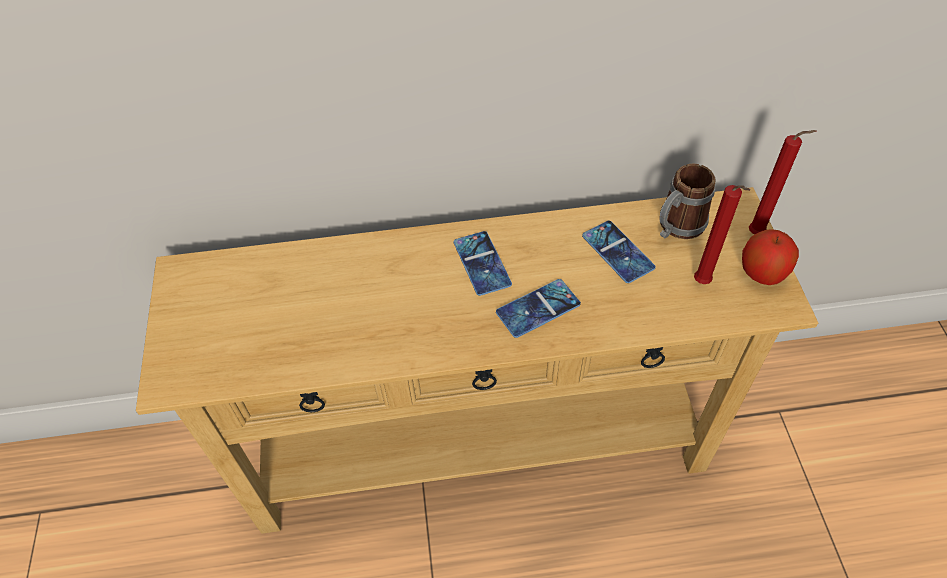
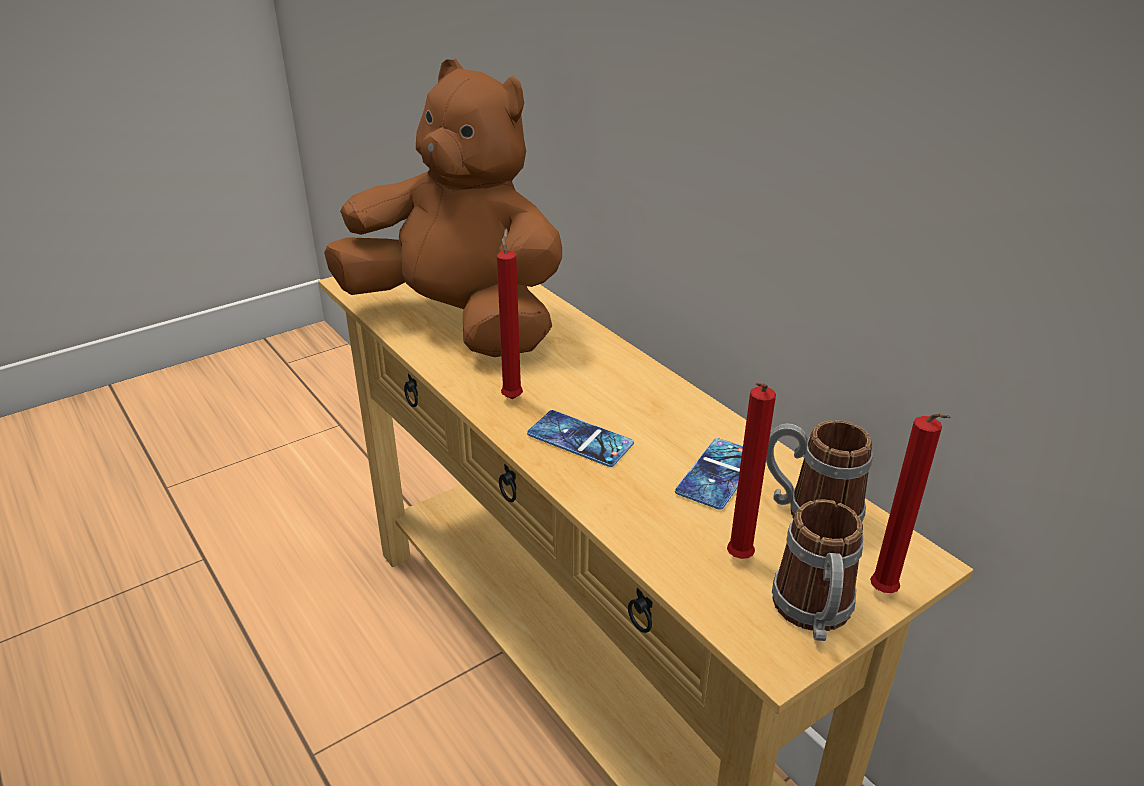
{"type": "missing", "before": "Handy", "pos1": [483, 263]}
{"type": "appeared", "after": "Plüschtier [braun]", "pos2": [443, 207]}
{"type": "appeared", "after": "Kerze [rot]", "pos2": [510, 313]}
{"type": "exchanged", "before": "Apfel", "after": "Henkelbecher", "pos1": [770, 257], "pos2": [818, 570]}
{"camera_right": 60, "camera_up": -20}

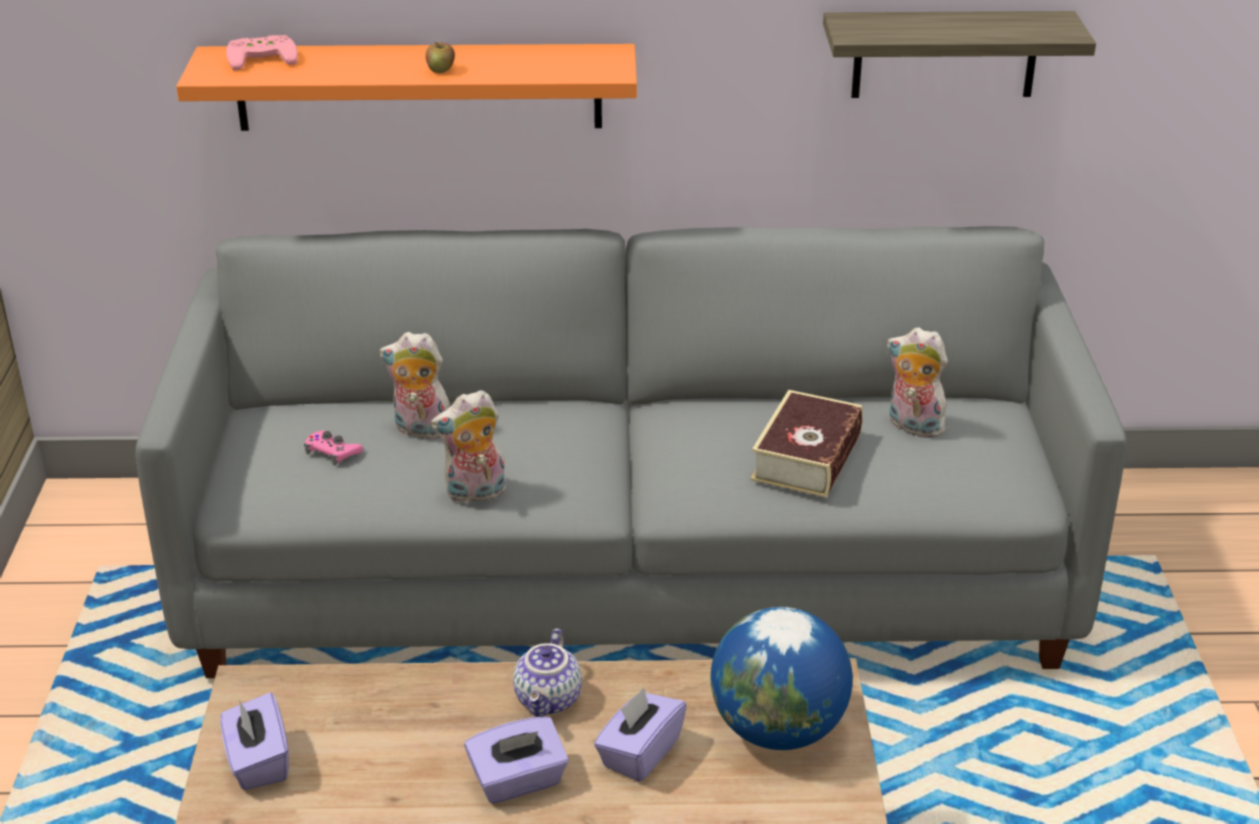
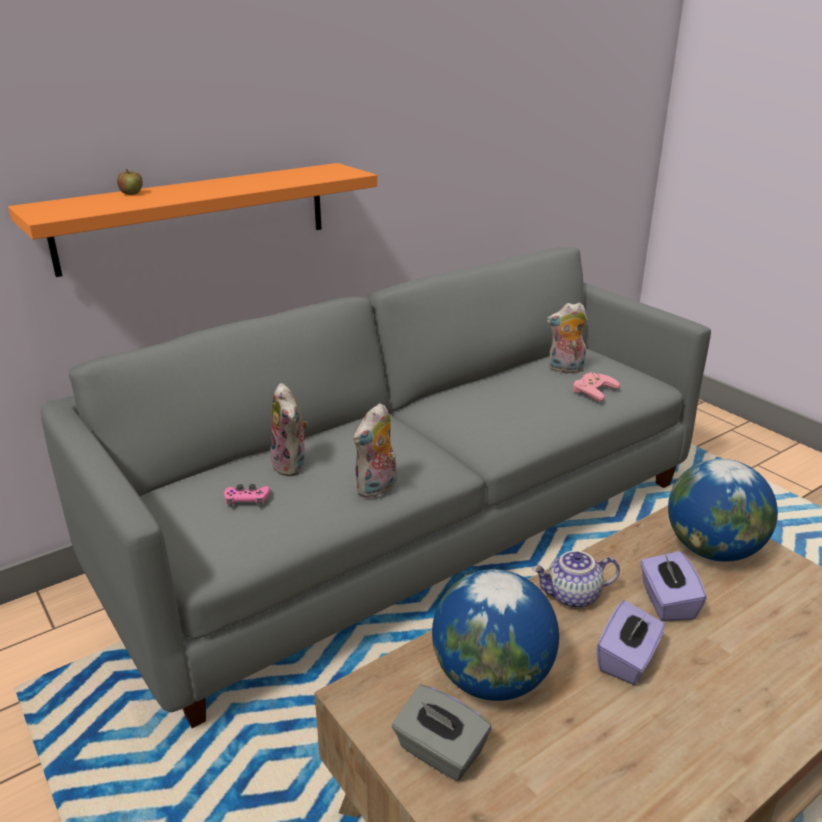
{"type": "missing", "before": "Buch", "pos1": [807, 444]}
{"type": "missing", "before": "Wandregal", "pos1": [959, 54]}
{"type": "appeared", "after": "Globus", "pos2": [495, 635]}
{"type": "relocated", "before": "Gamepad [rosa]", "pos1": [262, 53], "pos2": [596, 387]}
{"type": "relocated", "before": "Apfel", "pos1": [440, 57], "pos2": [130, 182]}
{"type": "colour", "before": "Taschentuchbox [lila]", "after": "Taschentuchbox [grau]", "pos1": [254, 741], "pos2": [441, 733]}
{"type": "spun", "before": "Plüschtier", "pos1": [415, 385], "pos2": [289, 429], "turn": -90}
{"type": "spun", "before": "Teekanne", "pos1": [547, 672], "pos2": [576, 579], "turn": 105}
{"camera_right": -35, "camera_up": -5}

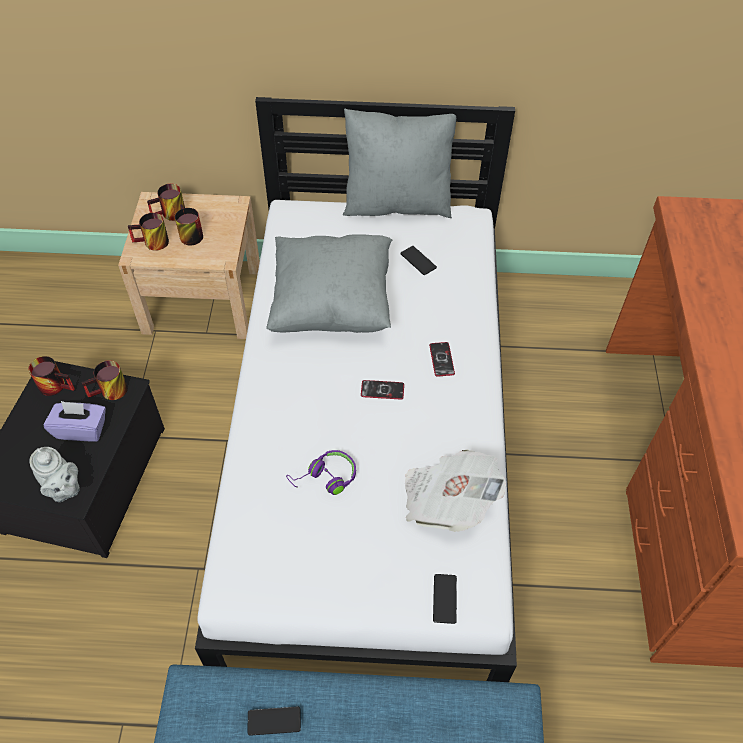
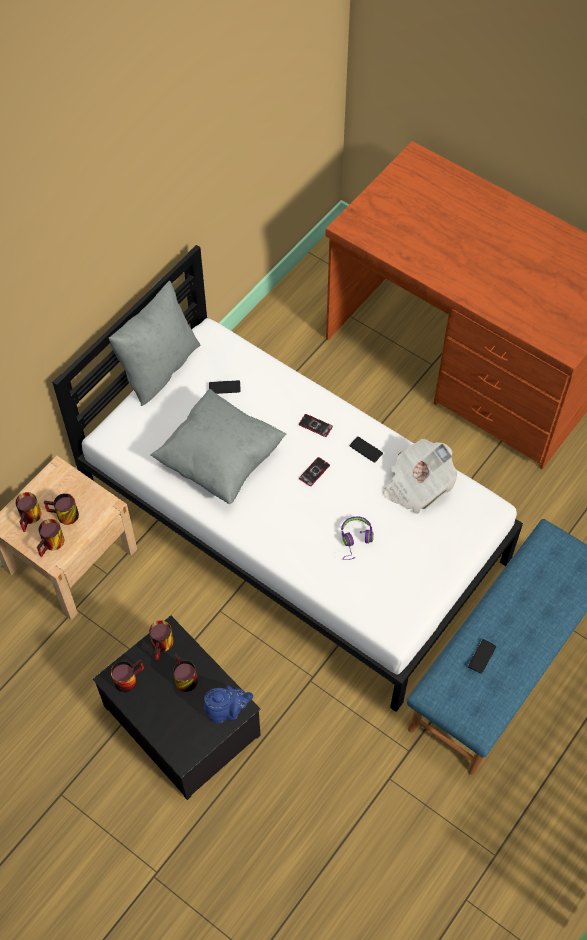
{"type": "relocated", "before": "Handy", "pos1": [445, 599], "pos2": [366, 450]}
{"type": "exchanged", "before": "Taschentuchbox [lila]", "after": "Henkelbecher", "pos1": [74, 421], "pos2": [185, 672]}
{"type": "colour", "before": "Teekanne [grau]", "after": "Teekanne [blau]", "pos1": [55, 474], "pos2": [228, 704]}
{"camera_right": -55, "camera_up": 5}

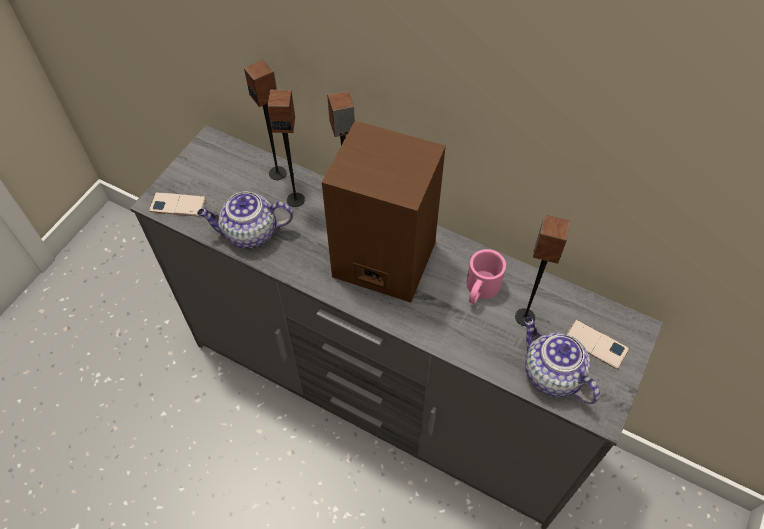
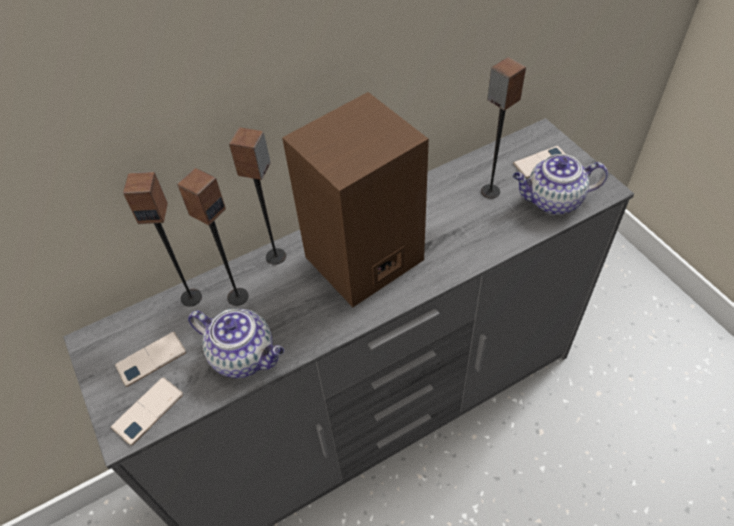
{"type": "missing", "before": "Henkelbecher [rosa]", "pos1": [486, 276]}
{"type": "appeared", "after": "Handy", "pos2": [150, 359]}
{"type": "spun", "before": "Teekanne", "pos1": [245, 220], "pos2": [236, 343], "turn": -90}
{"camera_right": -55, "camera_up": -5}

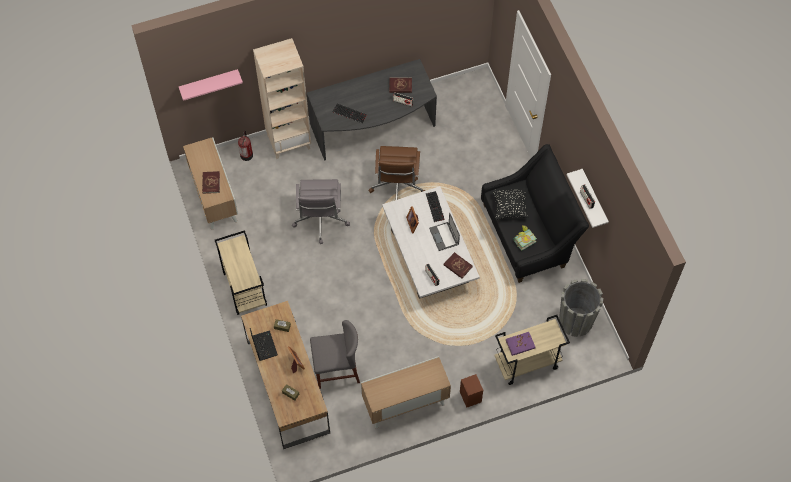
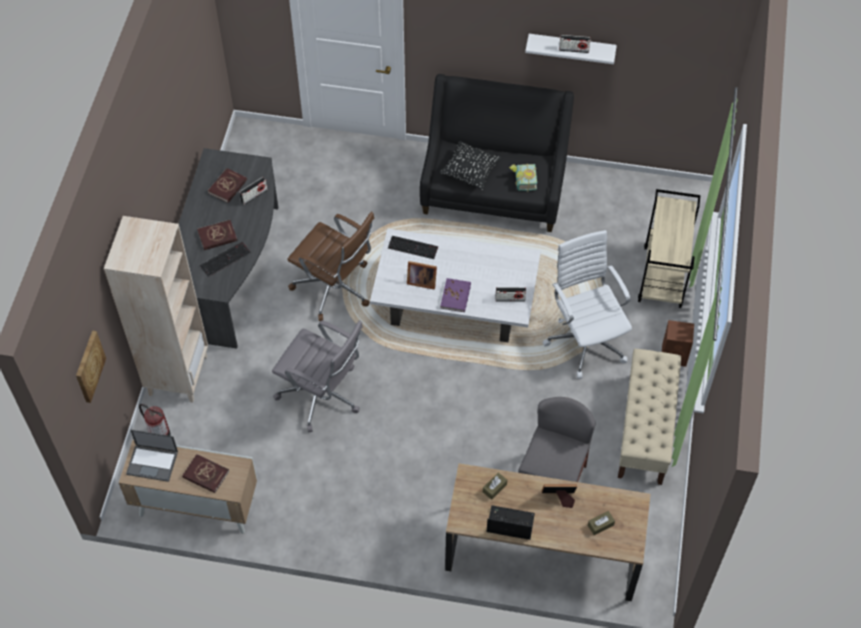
{"type": "missing", "before": "Rollwagen [beige]", "pos1": [241, 272]}
{"type": "missing", "before": "Pflanzkübel [grau]", "pos1": [581, 308]}
{"type": "appeared", "after": "Bürostuhl [weiß]", "pos2": [587, 304]}
{"type": "relocated", "before": "Laptop", "pos1": [444, 231], "pos2": [152, 456]}
{"type": "relocated", "before": "Buch [rot]", "pos1": [458, 265], "pos2": [217, 235]}
{"type": "relocated", "before": "Buch [lila]", "pos1": [521, 344], "pos2": [455, 295]}
{"type": "exchanged", "before": "Wandregal [rosa]", "after": "Bild", "pos1": [211, 85], "pos2": [91, 367]}
{"type": "exchanged", "before": "Schrank", "after": "Bank [beige]", "pos1": [406, 392], "pos2": [649, 417]}
{"camera_right": -60, "camera_up": -5}

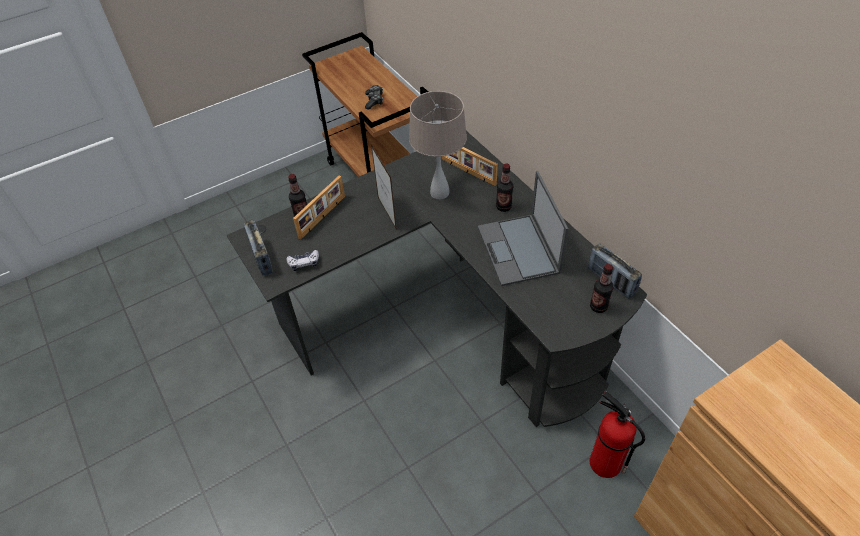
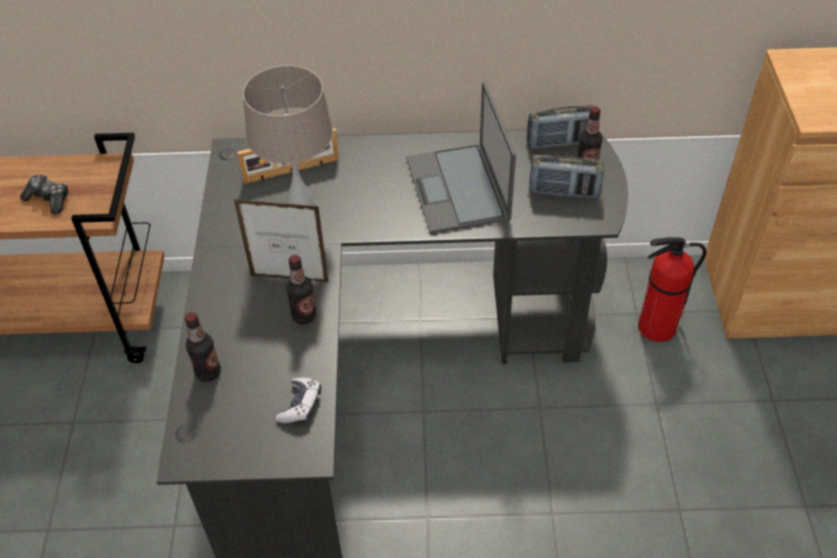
{"type": "missing", "before": "Bilderrahmen", "pos1": [319, 207]}
{"type": "relocated", "before": "Radio", "pos1": [258, 247], "pos2": [567, 177]}
{"type": "relocated", "before": "Flasche", "pos1": [504, 188], "pos2": [301, 289]}
{"type": "spun", "before": "Laptop", "pos1": [523, 228], "pos2": [461, 157], "turn": 60}
{"camera_right": -60, "camera_up": 0}

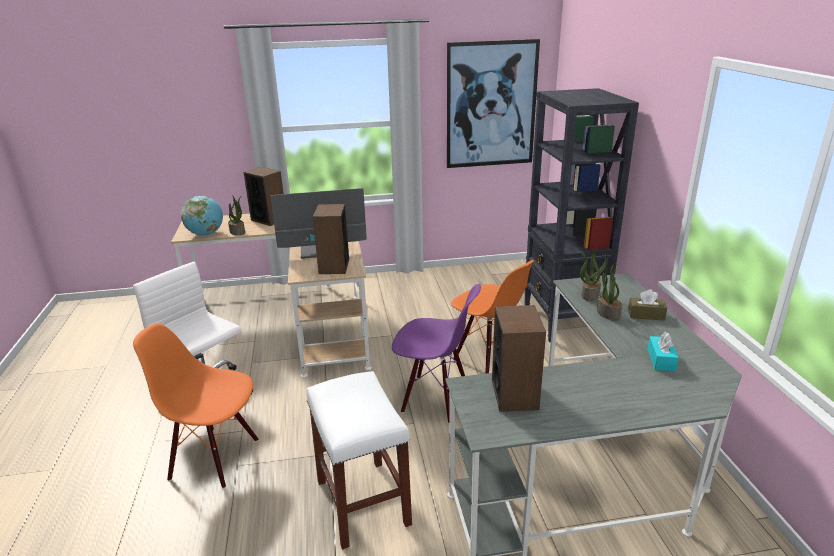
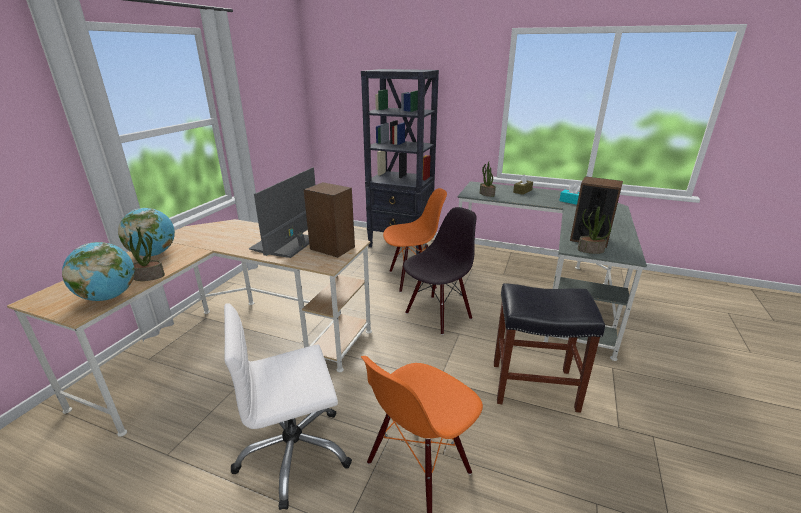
{"type": "missing", "before": "Bild", "pos1": [493, 103]}
{"type": "relocated", "before": "Topfpflanze", "pos1": [609, 293], "pos2": [594, 230]}
{"type": "exchanged", "before": "Lautsprecher", "after": "Globus", "pos1": [264, 196], "pos2": [146, 232]}
{"type": "colour", "before": "Hocker [weiß]", "after": "Hocker [schwarz]", "pos1": [359, 460], "pos2": [549, 348]}
{"type": "colour", "before": "Stuhl [lila]", "after": "Stuhl [schwarz]", "pos1": [436, 353], "pos2": [440, 271]}
{"camera_right": -60, "camera_up": 0}

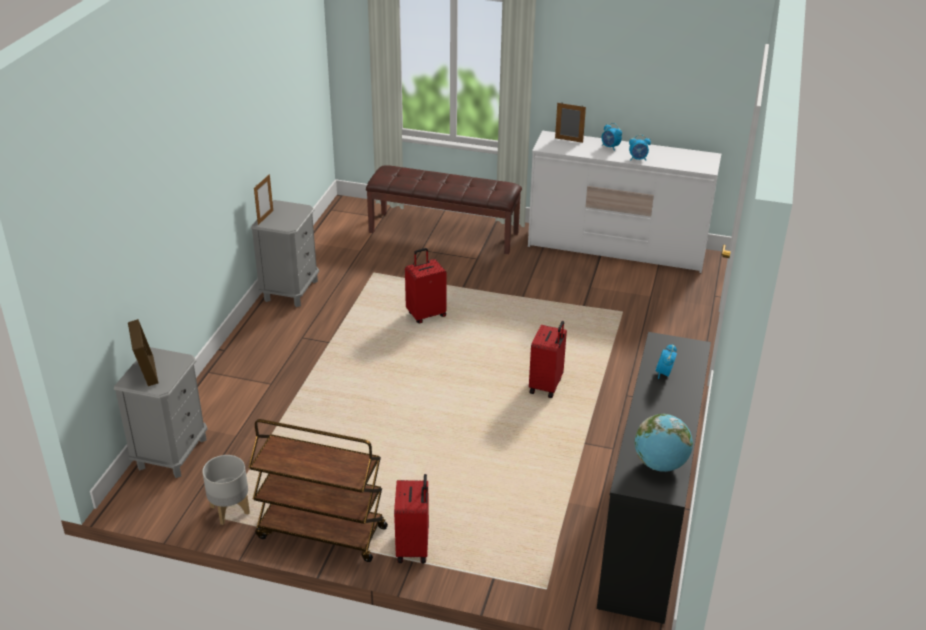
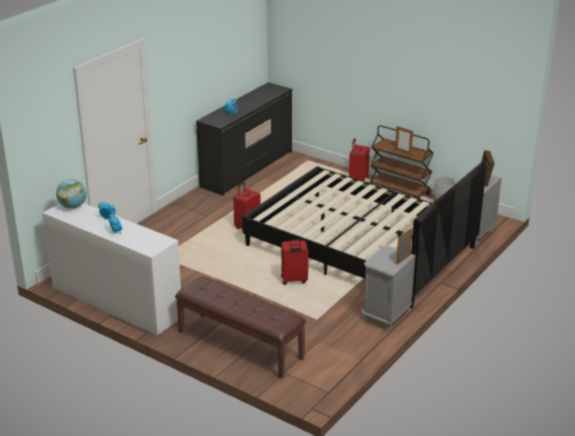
{"type": "appeared", "after": "Bett [schwarz]", "pos2": [364, 235]}
{"type": "relocated", "before": "Bilderrahmen", "pos1": [570, 123], "pos2": [404, 140]}
{"type": "relocated", "before": "Globus", "pos1": [663, 443], "pos2": [71, 194]}
{"camera_right": -160, "camera_up": -5}

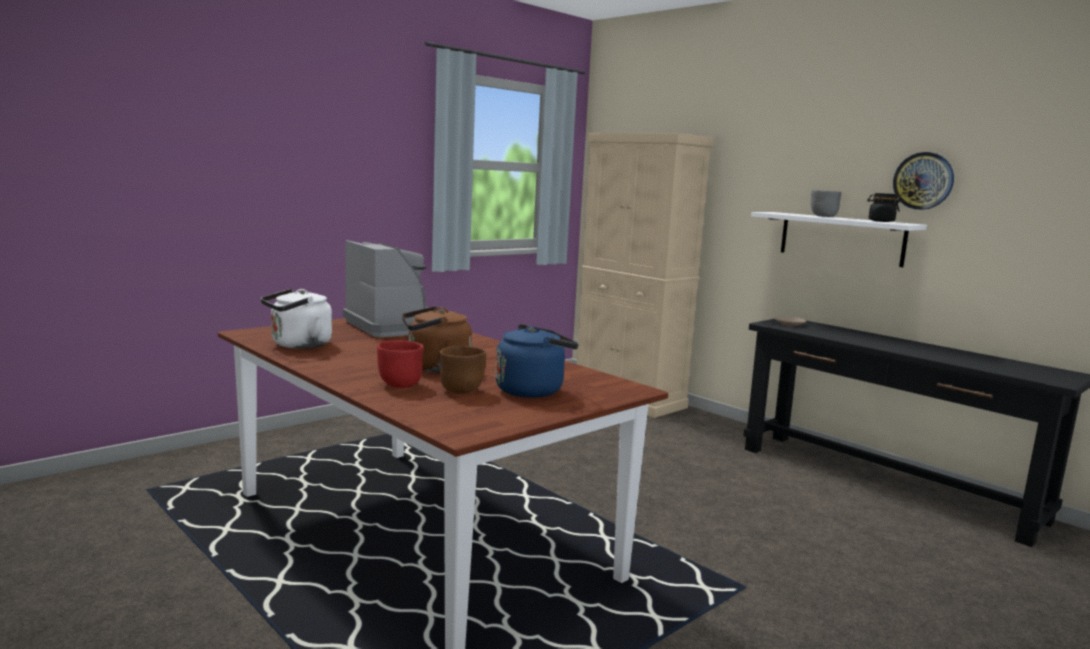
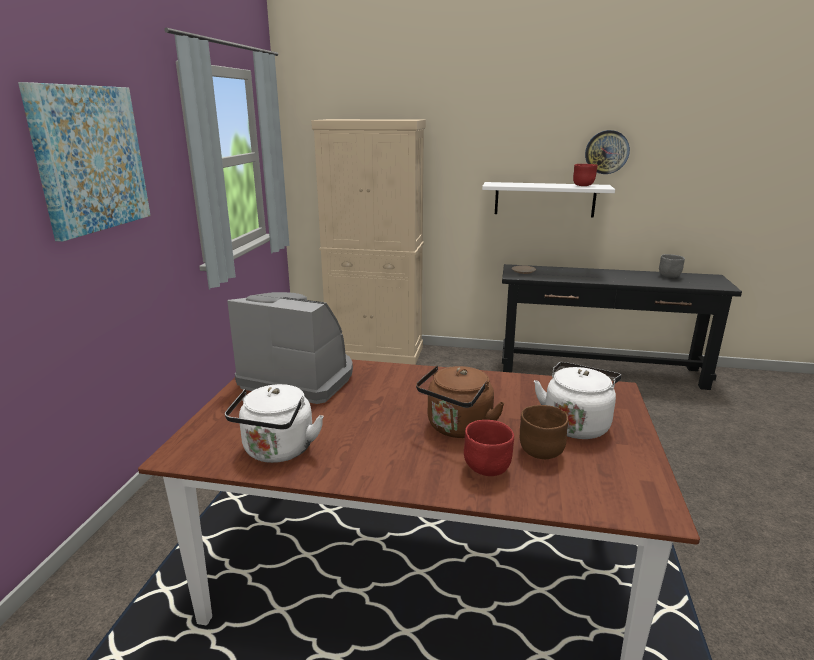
{"type": "appeared", "after": "Bild", "pos2": [84, 162]}
{"type": "relocated", "before": "Schüssel [grau]", "pos1": [826, 203], "pos2": [672, 266]}
{"type": "exchanged", "before": "Vorratsglas [schwarz]", "after": "Schüssel [rot]", "pos1": [883, 207], "pos2": [585, 175]}
{"type": "colour", "before": "Wasserkessel [blau]", "after": "Wasserkessel [weiß]", "pos1": [537, 361], "pos2": [577, 400]}
{"camera_right": -35, "camera_up": 10}

